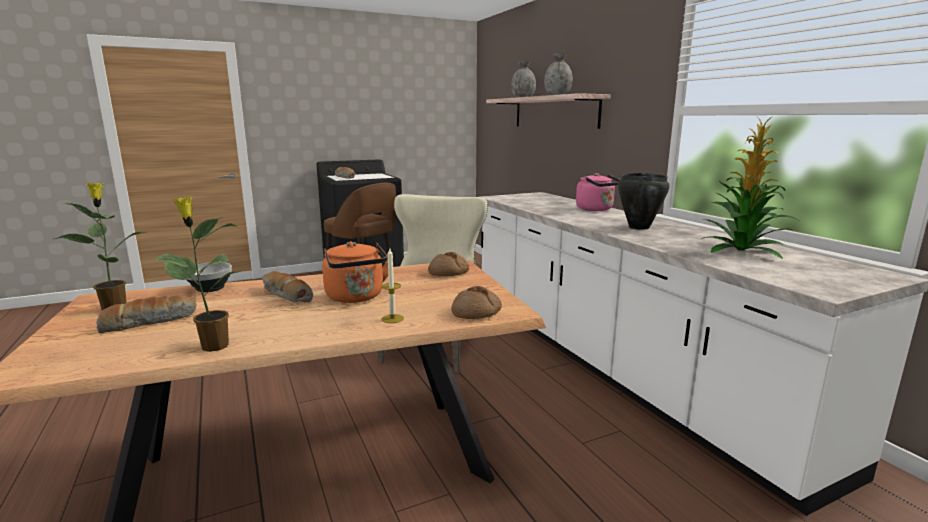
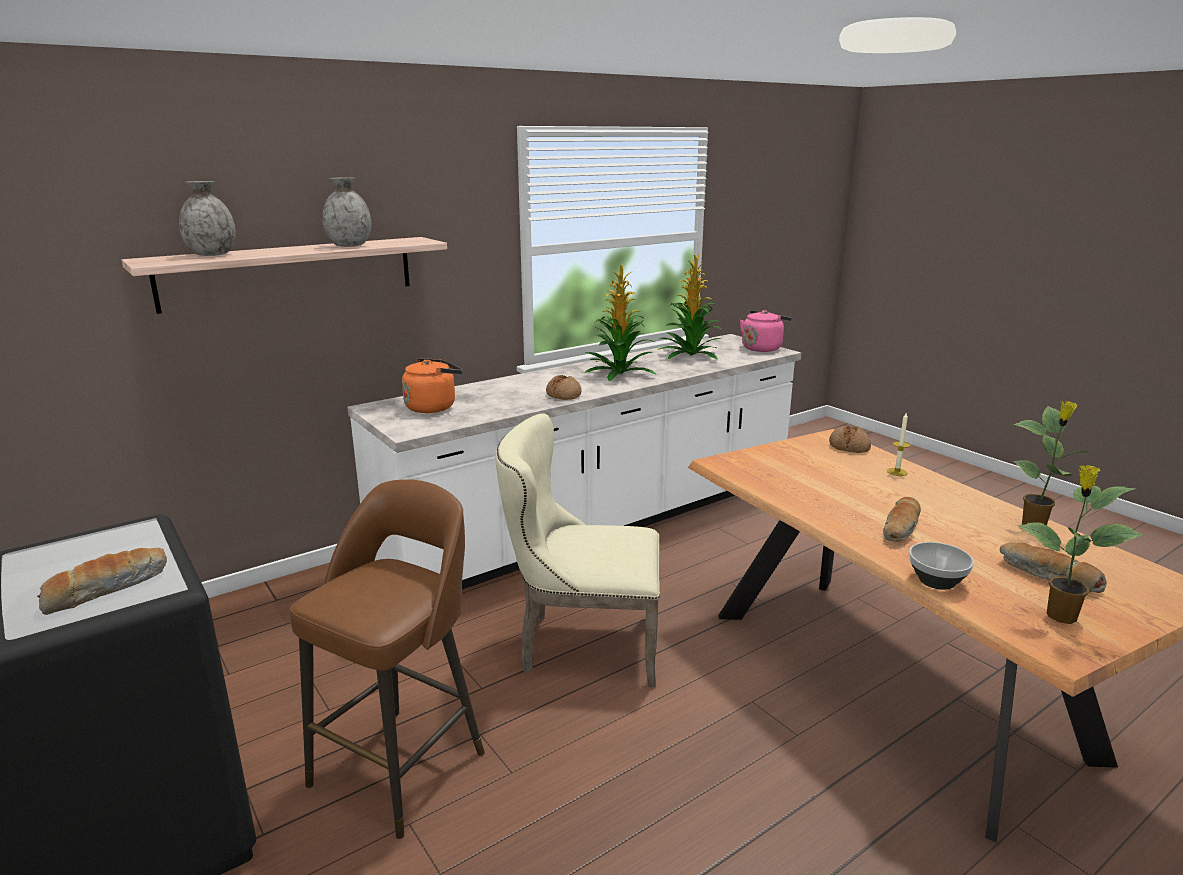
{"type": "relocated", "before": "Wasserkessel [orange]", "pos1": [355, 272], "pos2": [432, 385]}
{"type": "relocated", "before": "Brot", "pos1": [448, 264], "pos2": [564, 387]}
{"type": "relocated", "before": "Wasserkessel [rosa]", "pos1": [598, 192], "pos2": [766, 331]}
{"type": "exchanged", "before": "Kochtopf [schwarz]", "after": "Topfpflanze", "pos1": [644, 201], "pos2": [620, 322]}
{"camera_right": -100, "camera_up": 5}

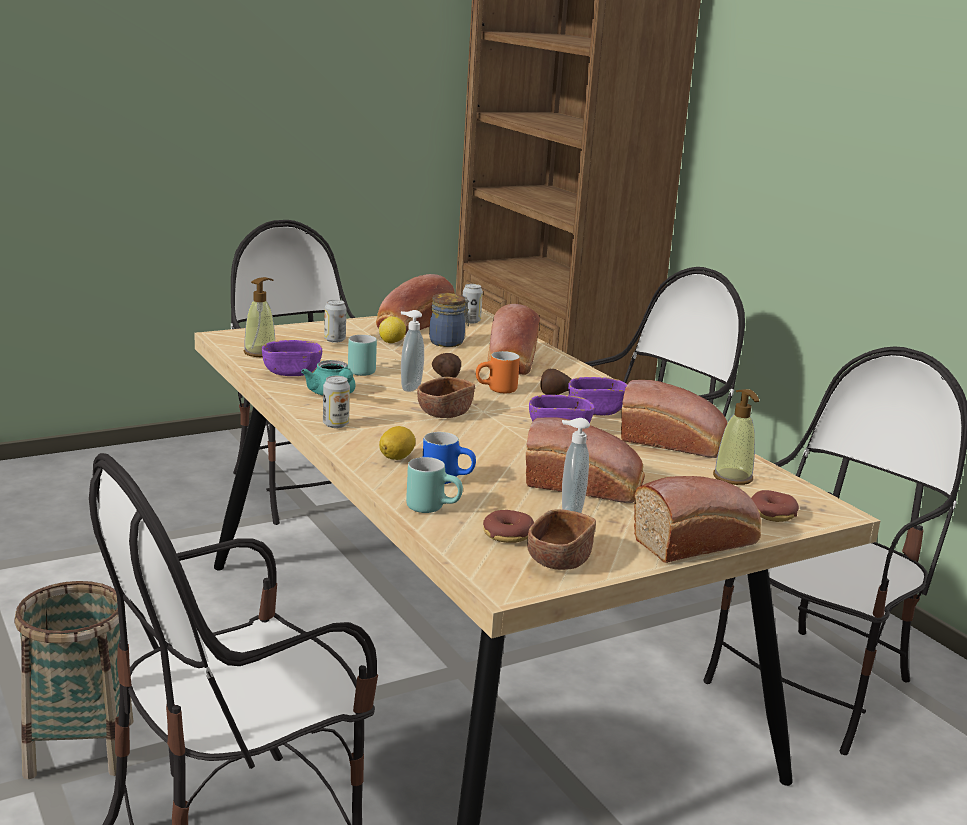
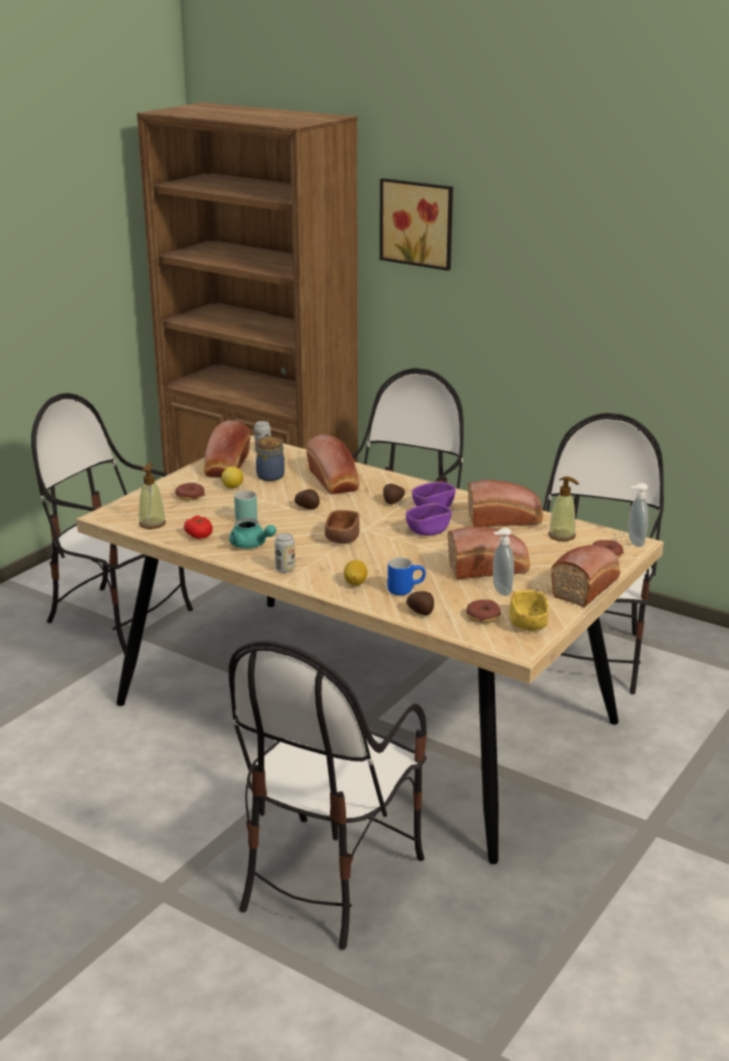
{"type": "missing", "before": "Korb", "pos1": [74, 680]}
{"type": "missing", "before": "Henkelbecher [orange]", "pos1": [498, 372]}
{"type": "appeared", "after": "Bild", "pos2": [416, 224]}
{"type": "relocated", "before": "Seifenspender", "pos1": [412, 351], "pos2": [638, 515]}
{"type": "exchanged", "before": "Schüssel [lila]", "after": "Tomate", "pos1": [292, 358], "pos2": [198, 527]}
{"type": "exchanged", "before": "Dose", "after": "Donut", "pos1": [335, 321], "pos2": [190, 491]}
{"type": "exchanged", "before": "Henkelbecher [türkis]", "after": "Kartoffel", "pos1": [434, 485], "pos2": [420, 603]}
{"type": "colour", "before": "Schüssel [braun]", "after": "Schüssel [gelb]", "pos1": [561, 539], "pos2": [529, 610]}
{"camera_right": -25, "camera_up": 5}

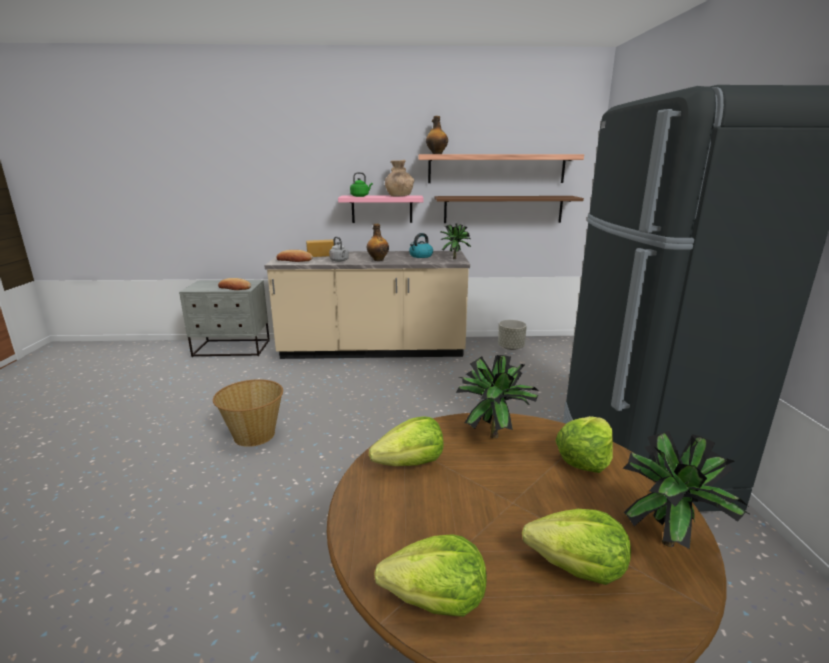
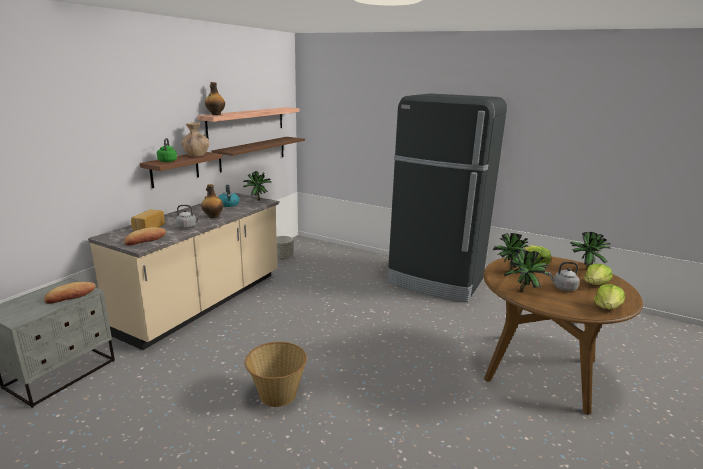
{"type": "appeared", "after": "Wasserkessel [grau]", "pos2": [564, 276]}
{"type": "exchanged", "before": "Salatkopf", "after": "Topfpflanze", "pos1": [406, 441], "pos2": [526, 271]}
{"type": "colour", "before": "Wandregal [rosa]", "after": "Wandregal [braun]", "pos1": [381, 209], "pos2": [181, 170]}
{"camera_right": -60, "camera_up": 0}

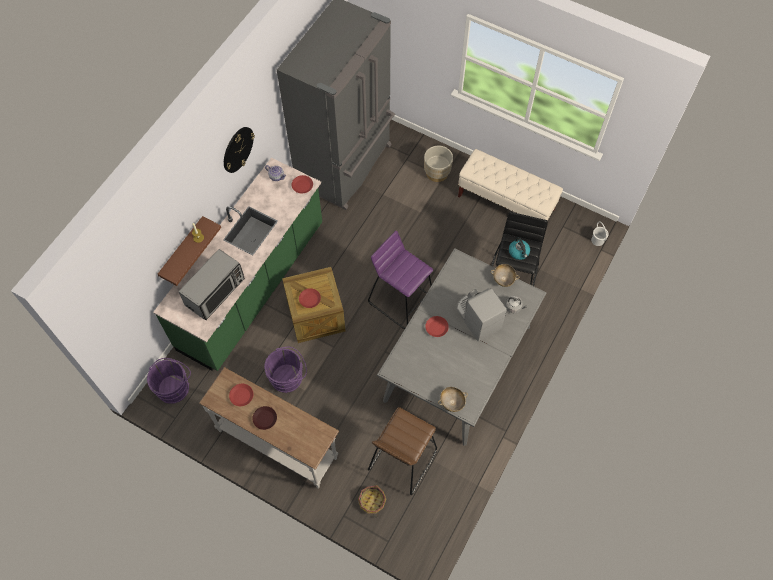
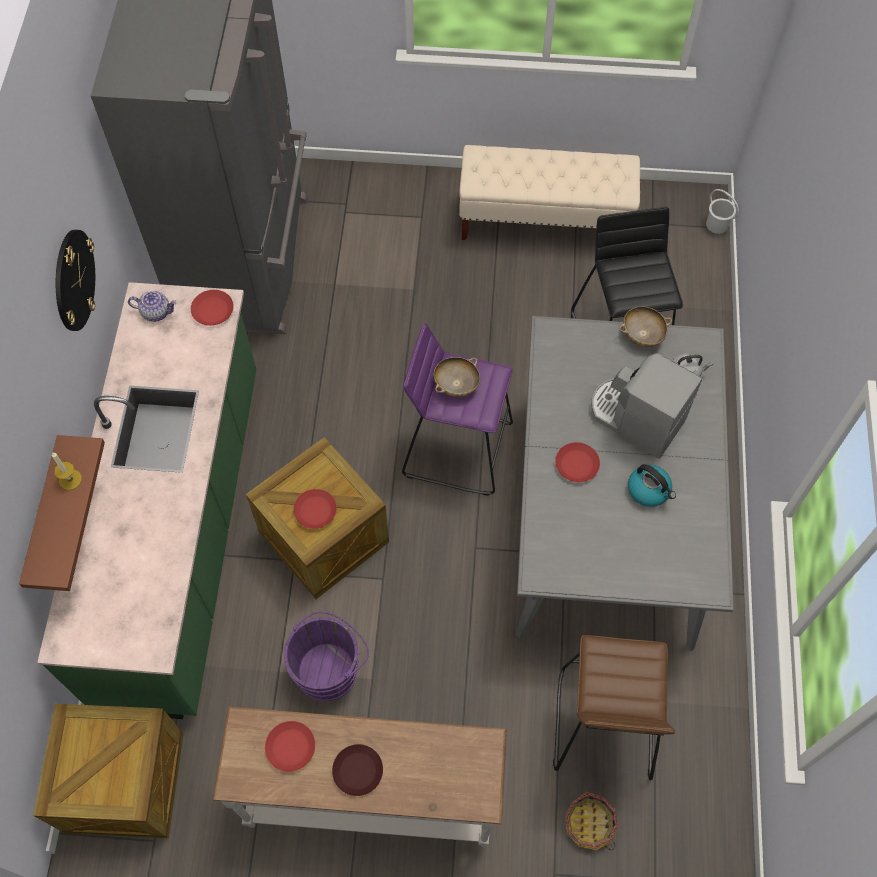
{"type": "missing", "before": "Mikrowelle", "pos1": [212, 284]}
{"type": "missing", "before": "Pflanzkübel [beige]", "pos1": [438, 164]}
{"type": "relocated", "before": "Schüssel [beige]", "pos1": [453, 399], "pos2": [456, 377]}
{"type": "relocated", "before": "Wasserkessel", "pos1": [519, 249], "pos2": [652, 485]}
{"type": "exchanged", "before": "Eimer [lila]", "after": "Kiste", "pos1": [169, 381], "pos2": [108, 771]}
{"camera_right": -25, "camera_up": 0}

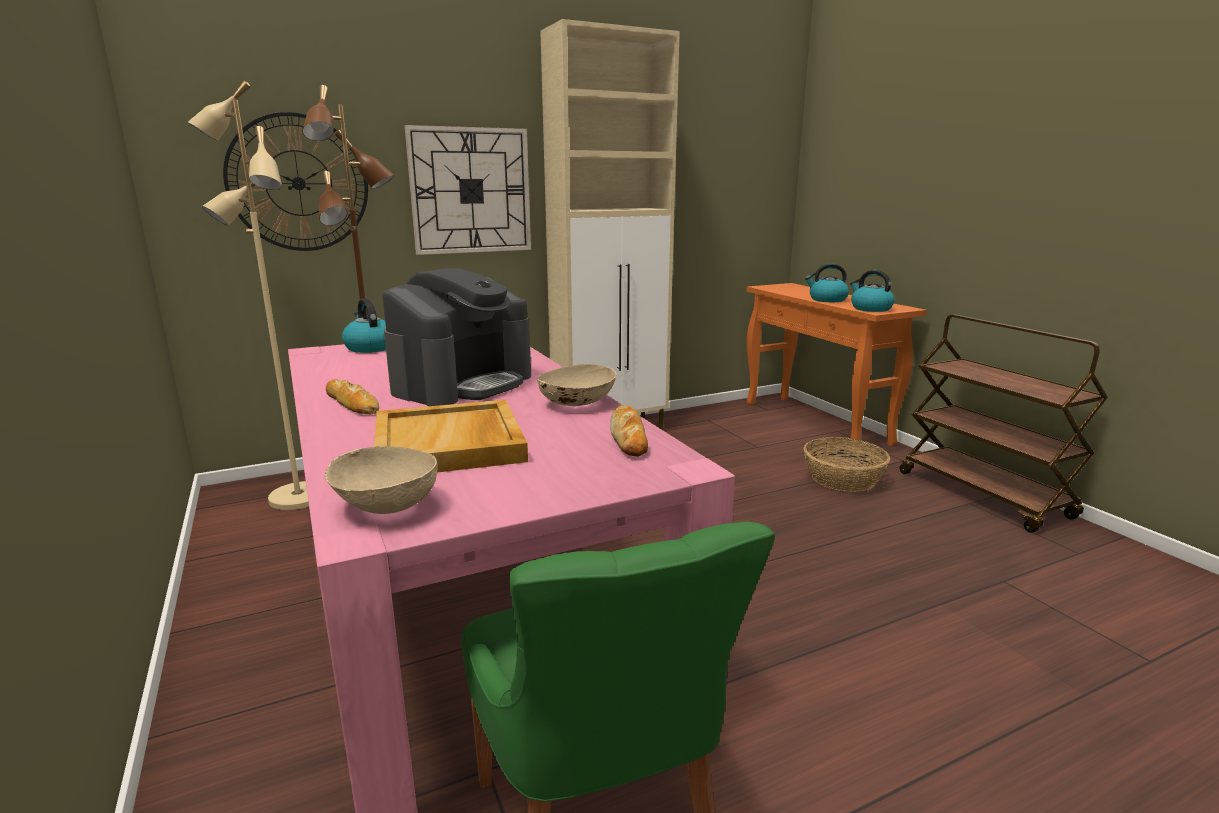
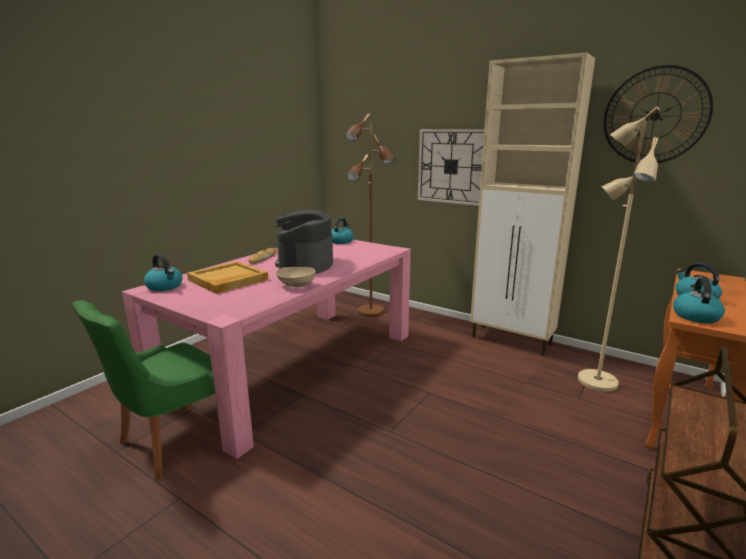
{"type": "missing", "before": "Brot", "pos1": [629, 431]}
{"type": "missing", "before": "Korb", "pos1": [847, 464]}
{"type": "relocated", "before": "Stehlampe [beige]", "pos1": [248, 295], "pos2": [619, 249]}
{"type": "relocated", "before": "Wanduhr", "pos1": [295, 181], "pos2": [658, 114]}
{"type": "exchanged", "before": "Schüssel [beige]", "after": "Wasserkessel", "pos1": [380, 480], "pos2": [163, 272]}
{"type": "spun", "before": "Kaffeemaschine", "pos1": [457, 337], "pos2": [304, 242], "turn": 90}
{"camera_right": 60, "camera_up": 0}

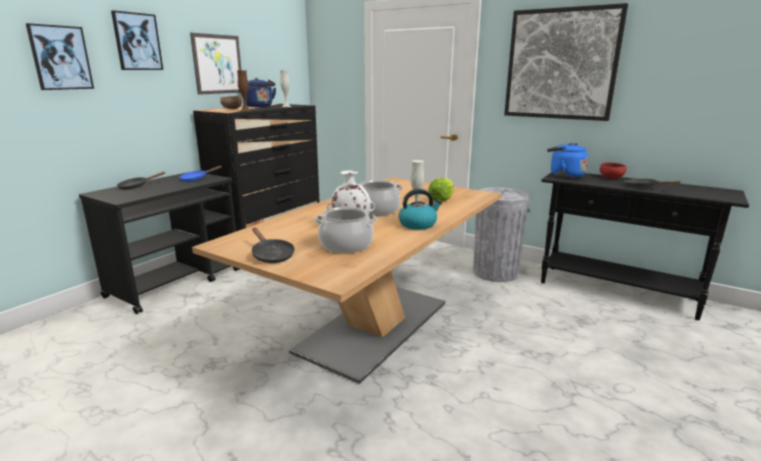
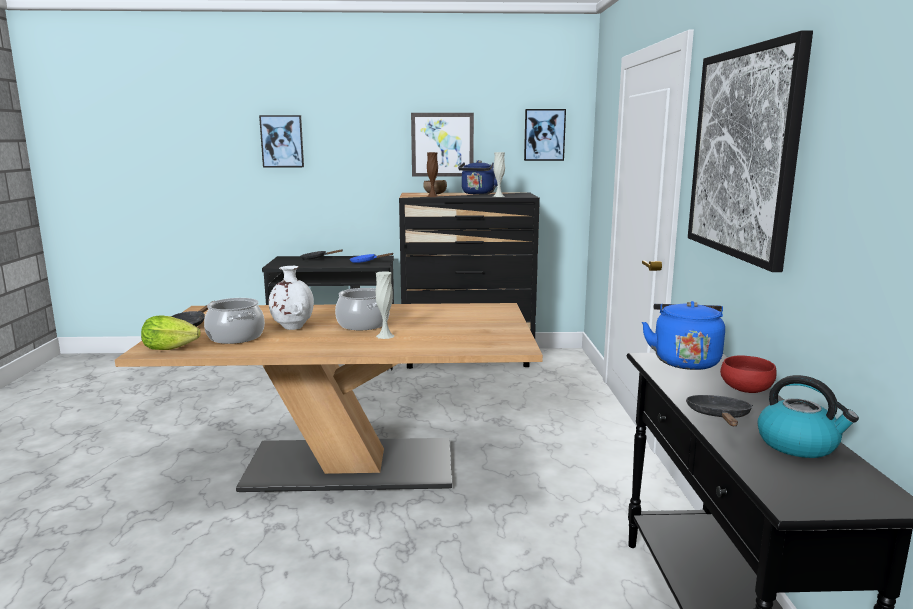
{"type": "missing", "before": "Mülleimer [grau]", "pos1": [501, 234]}
{"type": "relocated", "before": "Bild", "pos1": [137, 40], "pos2": [545, 135]}
{"type": "relocated", "before": "Wasserkessel", "pos1": [420, 209], "pos2": [808, 416]}
{"type": "relocated", "before": "Salatkopf", "pos1": [441, 190], "pos2": [171, 332]}
{"camera_right": 55, "camera_up": -5}

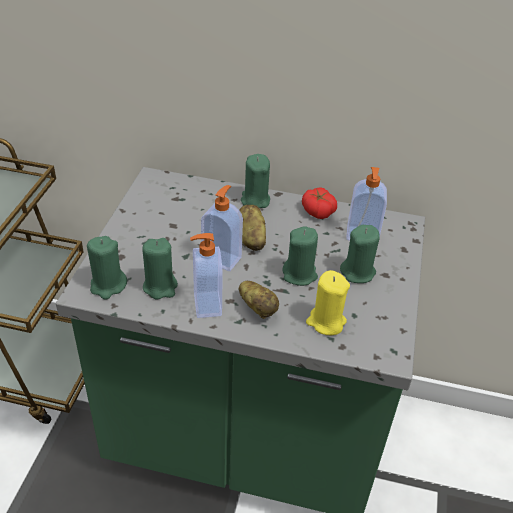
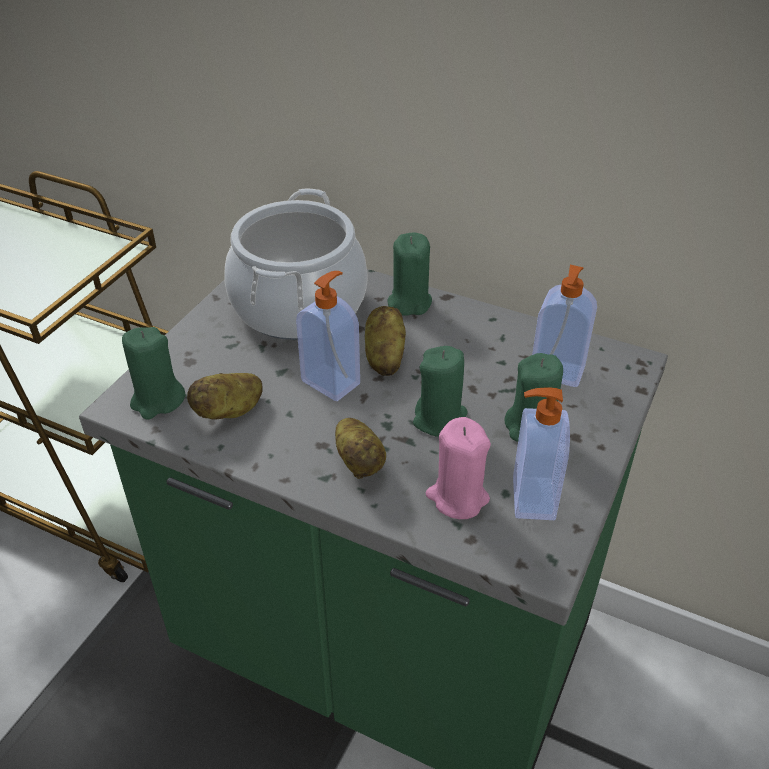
{"type": "missing", "before": "Tomate", "pos1": [319, 203]}
{"type": "appeared", "after": "Kochtopf", "pos2": [296, 264]}
{"type": "relocated", "before": "Seifenspender", "pos1": [206, 275], "pos2": [541, 453]}
{"type": "exchanged", "before": "Kerze [grün]", "after": "Kartoffel", "pos1": [160, 268], "pos2": [225, 396]}
{"type": "colour", "before": "Kerze [gelb]", "after": "Kerze [rosa]", "pos1": [328, 302], "pos2": [458, 468]}
{"camera_right": 15, "camera_up": 0}

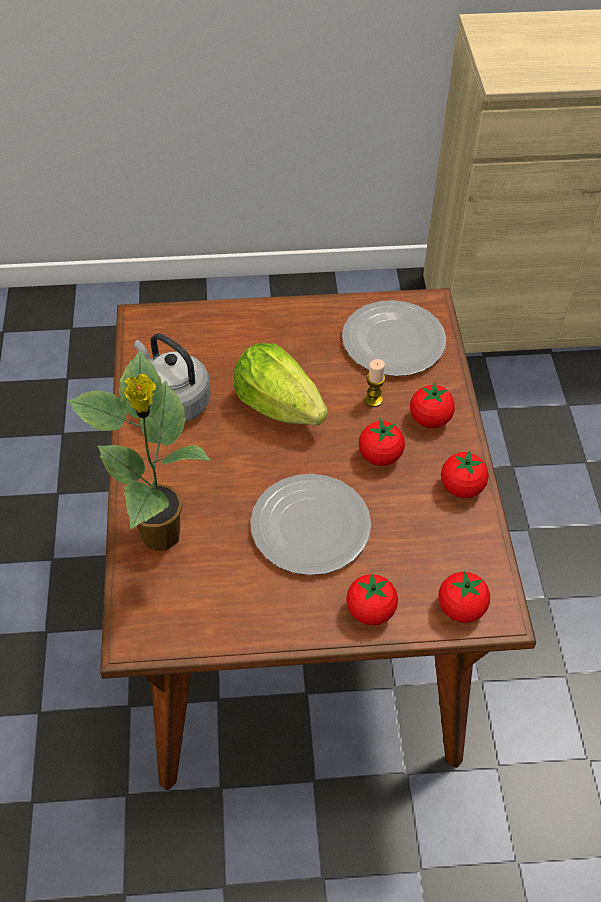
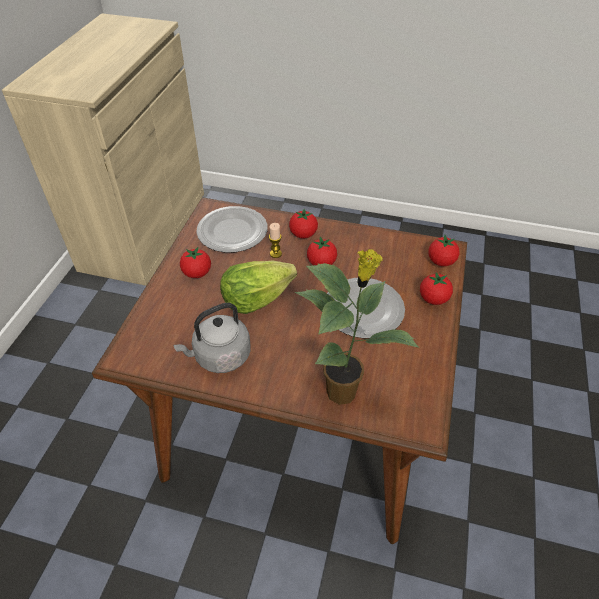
{"type": "relocated", "before": "Tomate", "pos1": [465, 474], "pos2": [195, 262]}
{"camera_right": -70, "camera_up": -5}

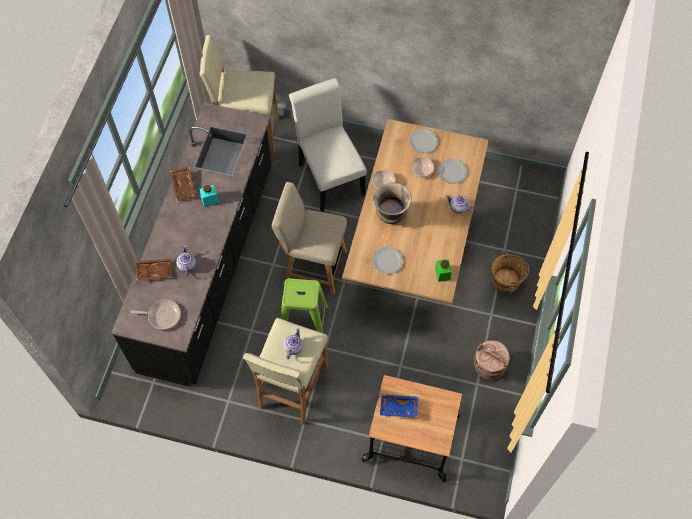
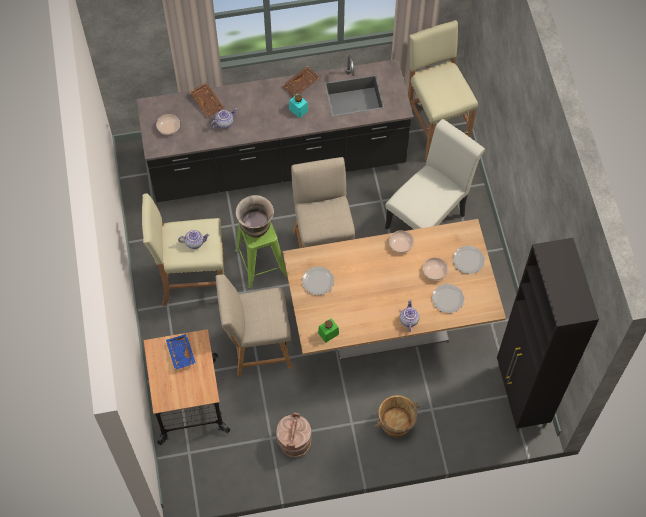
{"type": "appeared", "after": "Stuhl [beige]", "pos2": [254, 325]}
{"type": "appeared", "after": "Schrank [schwarz]", "pos2": [548, 335]}
{"type": "relocated", "before": "Vase", "pos1": [392, 203], "pos2": [255, 216]}
{"type": "exchanged", "before": "Pfanne", "after": "Schüssel", "pos1": [155, 315], "pos2": [168, 124]}
{"camera_right": 65, "camera_up": 0}

